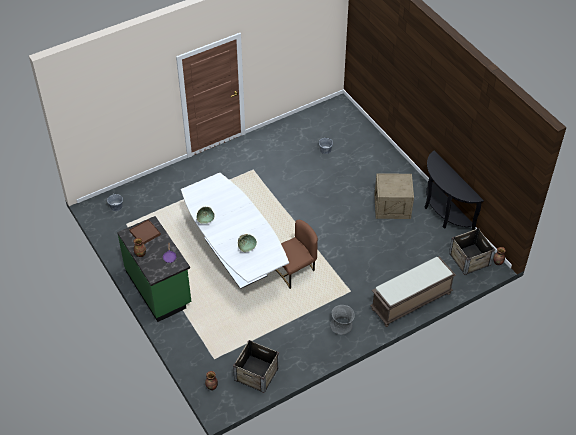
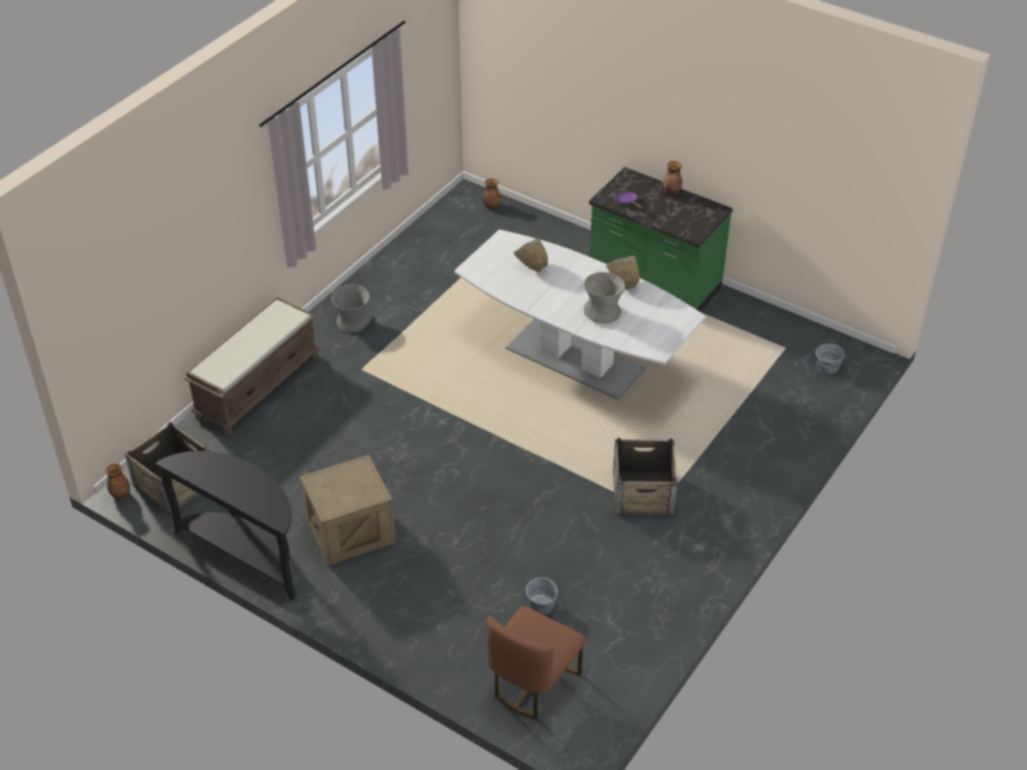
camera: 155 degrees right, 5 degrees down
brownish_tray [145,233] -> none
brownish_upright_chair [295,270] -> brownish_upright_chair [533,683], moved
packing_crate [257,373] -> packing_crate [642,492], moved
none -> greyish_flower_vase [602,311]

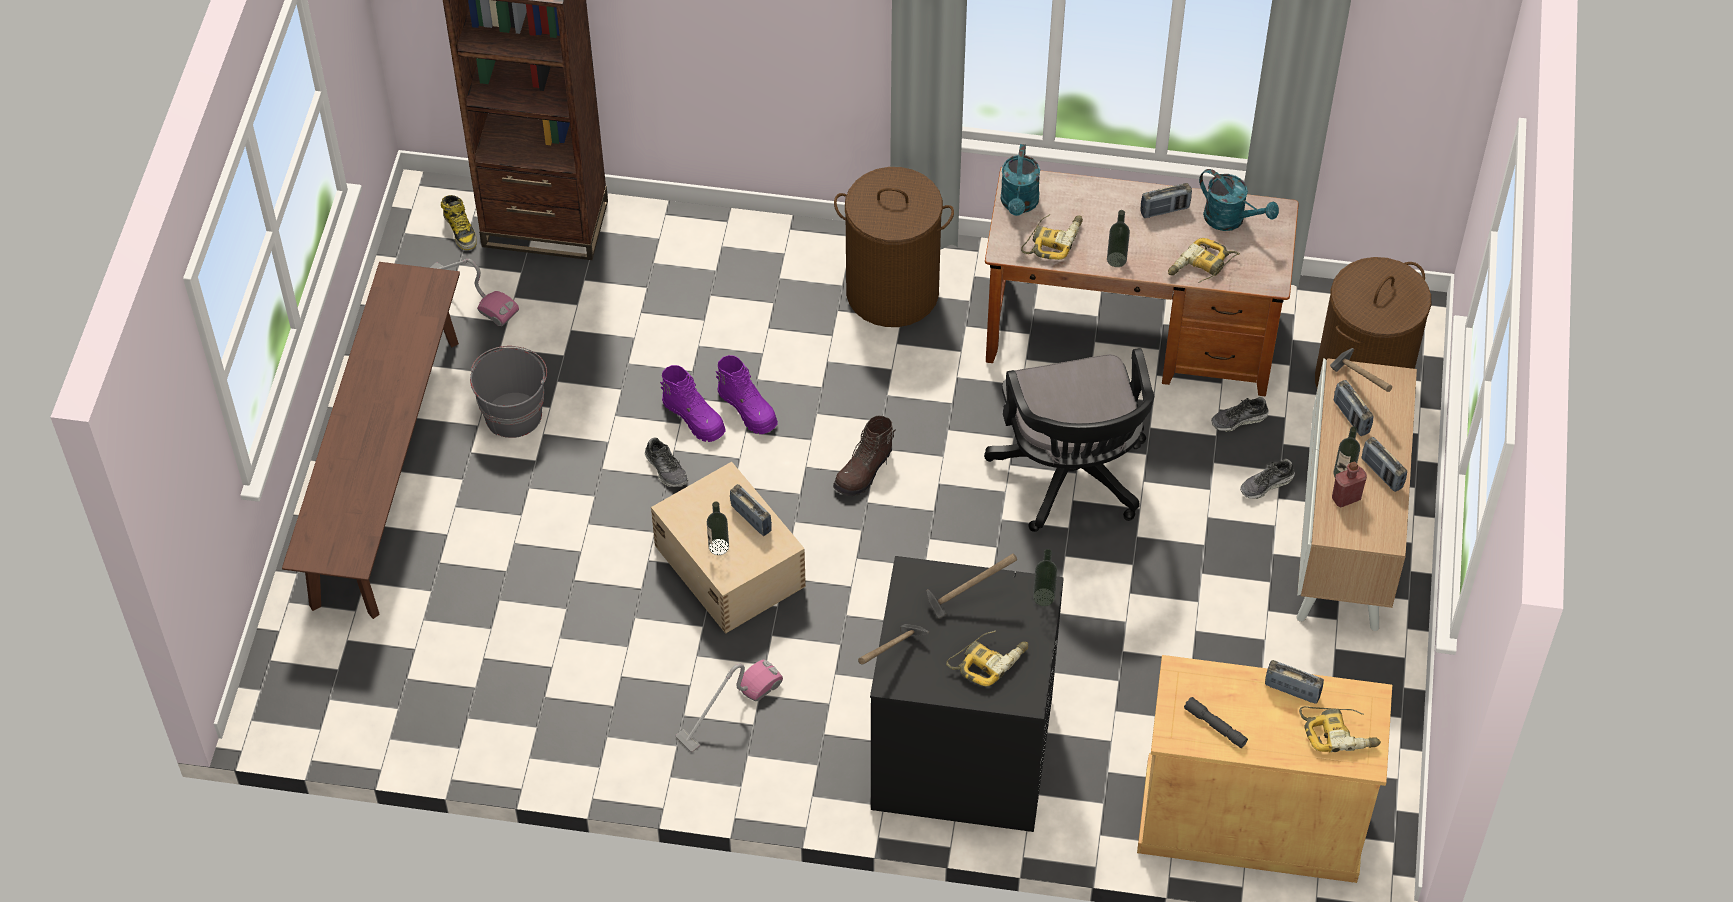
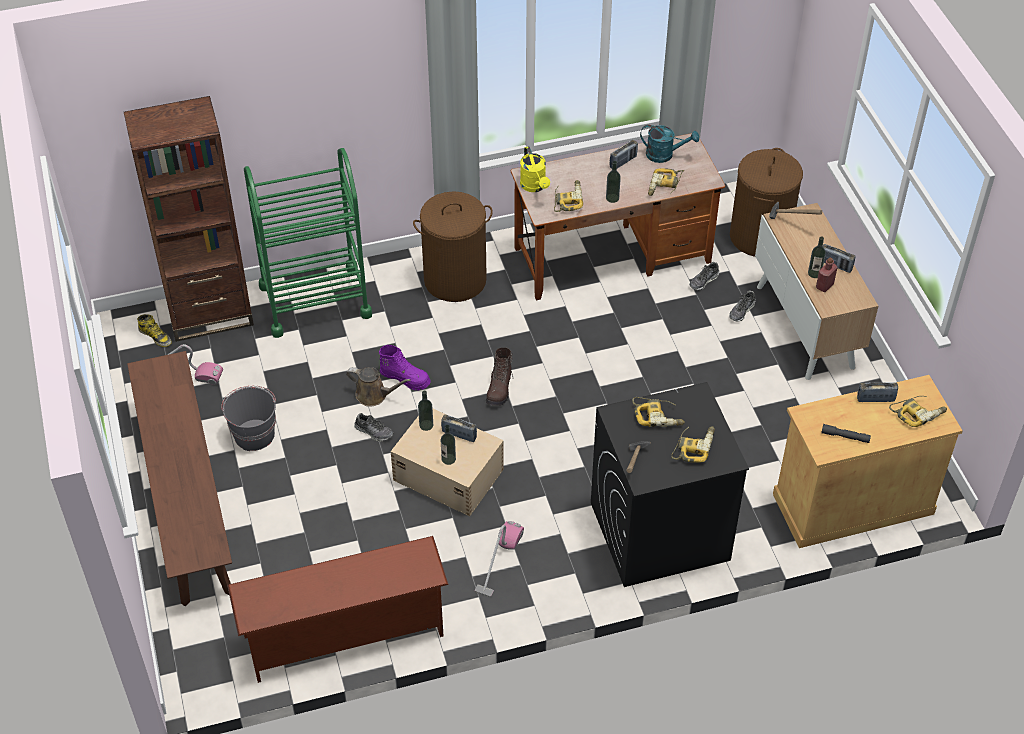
camera: 25 degrees left, 5 degrees down
turquoise_watering_pot [1019,204] -> yellow_watering_pot [535,186]
black_computer_chair [1071,478] -> none
purple_tall_boot [694,418] -> brownish_watering_pot [374,395]
radio_receiver [1351,417] -> none
bottle [1044,597] -> bottle [426,425], moved
hammer [967,599] -> electric_drill [658,416]
none -> greenish_wheeled_cart [315,300]
none -> brownish_shoe_rack [345,637]

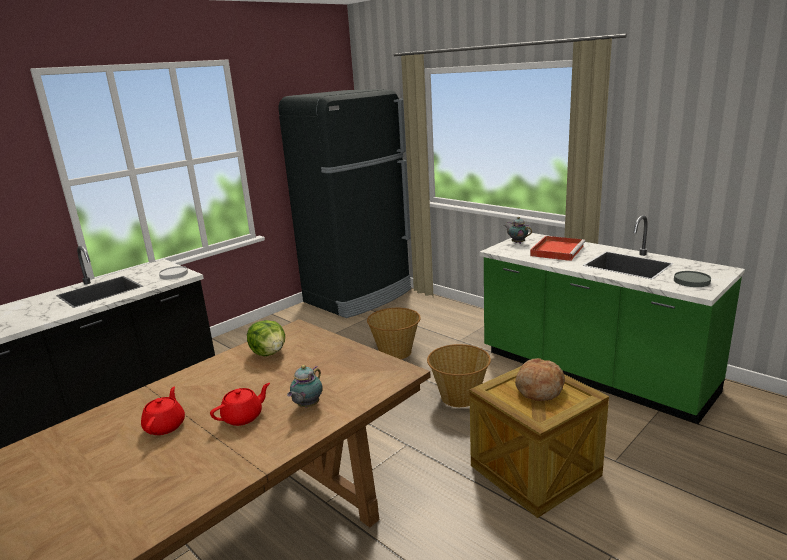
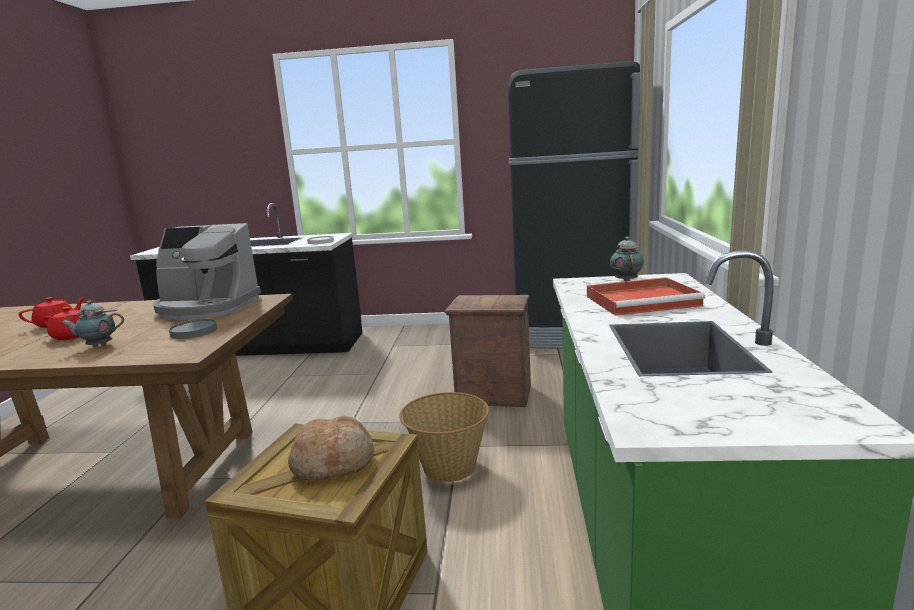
camera: 50 degrees right, 5 degrees down
greyish_flat_dish [691,281] -> greyish_flat_dish [193,331], moved
storage_basket [396,352] -> packing_crate [493,395]
head_of_lettuce [269,353] -> coffee_machine [207,307]

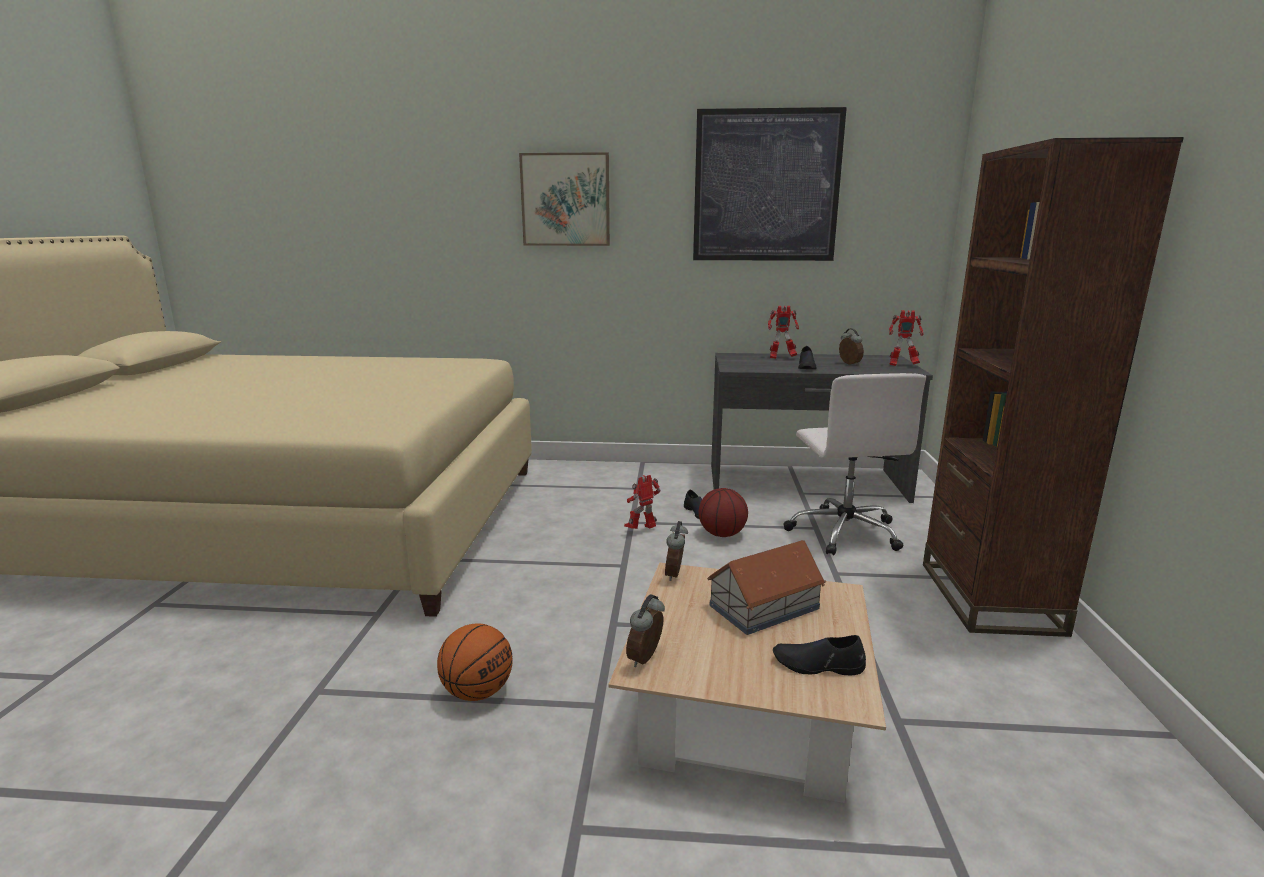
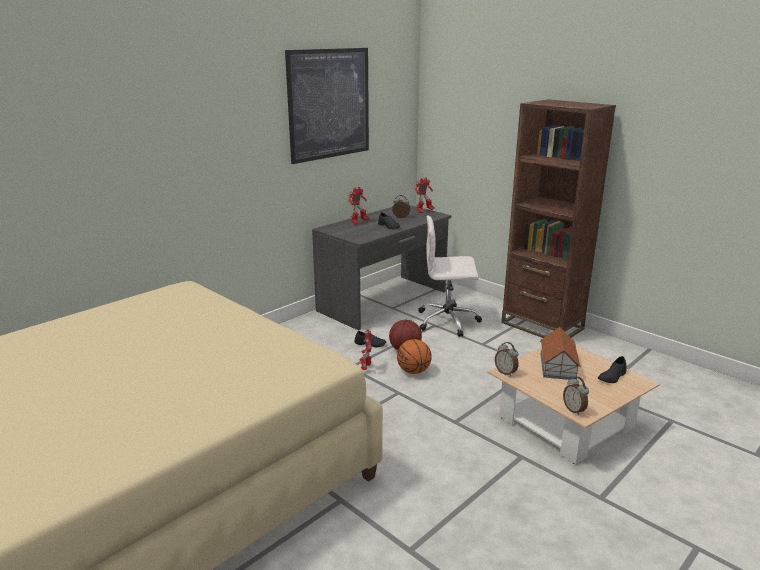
camera: 50 degrees left, 5 degrees up
picture [565,200] -> none
white_computer_chair [844,532] -> white_computer_chair [448,321], 150 degrees clockwise
basketball [478,692] -> basketball [413,371], moved

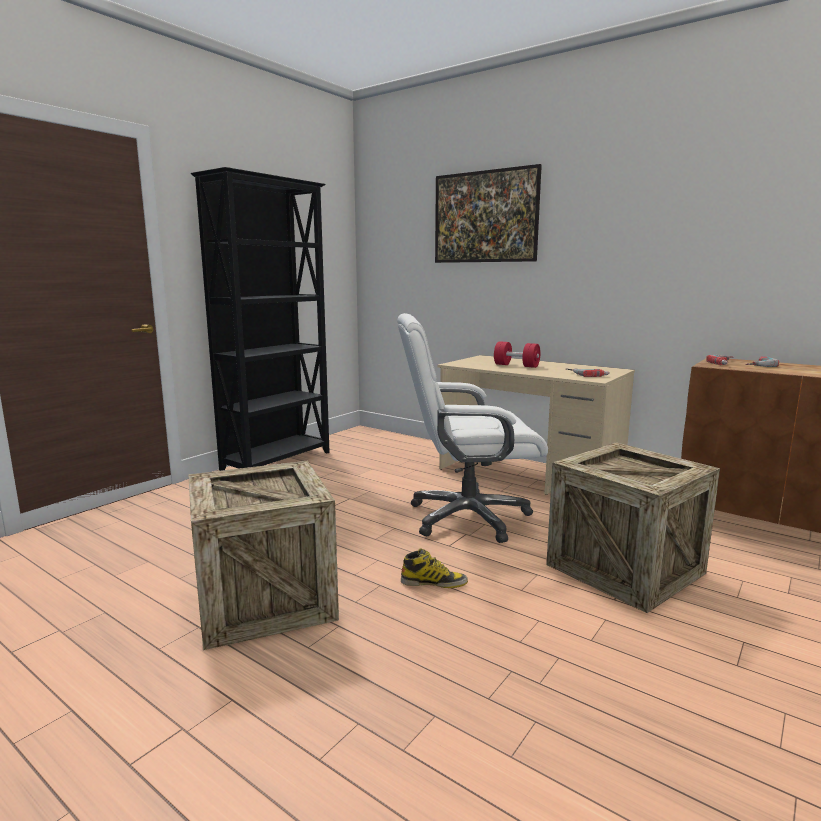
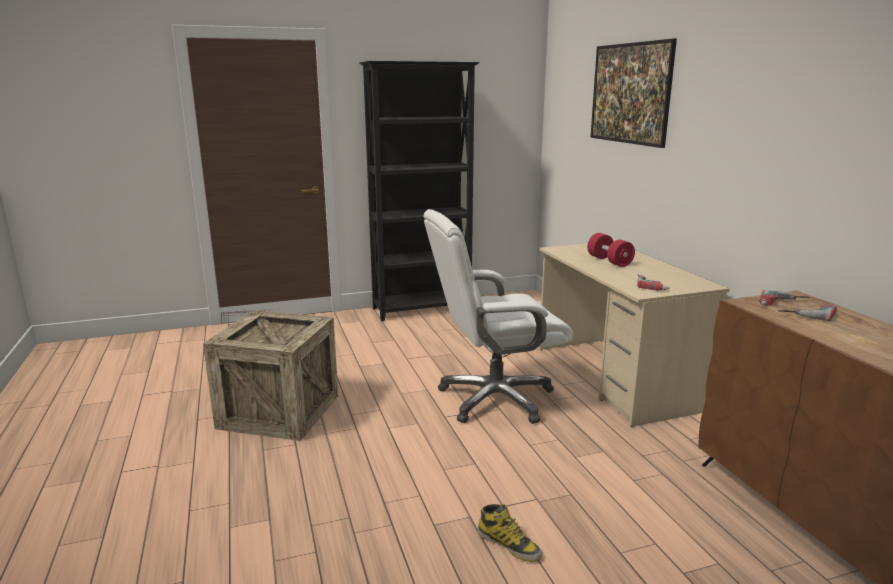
camera: 35 degrees right, 5 degrees up
white_computer_chair [467,517] -> white_computer_chair [494,399], 45 degrees counterclockwise
packing_crate [625,569] -> none
tall_boot [434,582] -> tall_boot [509,544], moved

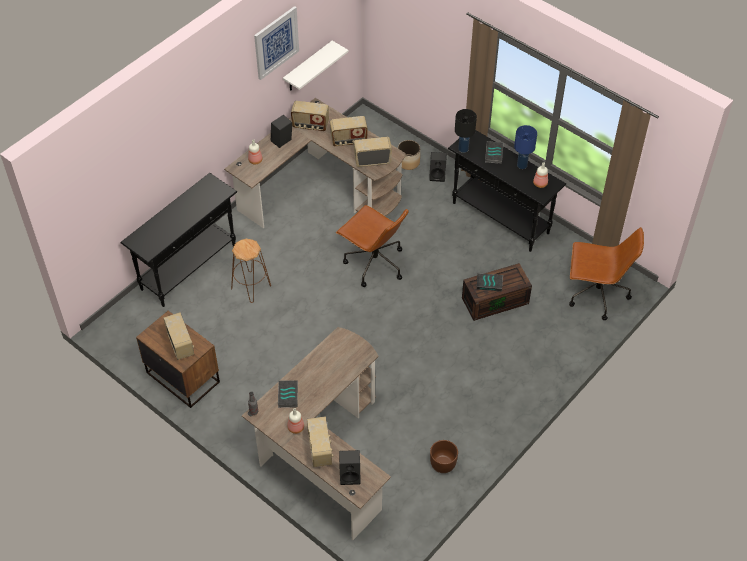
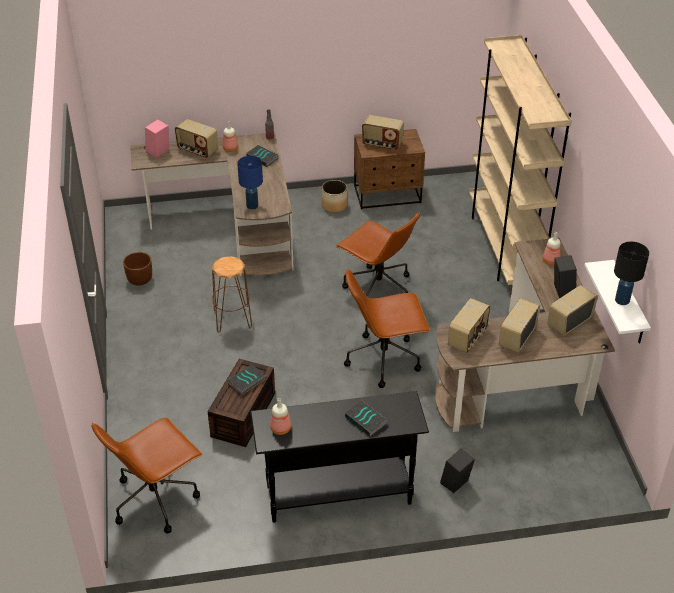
camera: 130 degrees right, 10 degrees down
picture [276,42] -> none
black_lamp_for_a_table [463,148] -> black_lamp_for_a_table [622,300], moved
blue_lamp_for_a_table [522,165] -> blue_lamp_for_a_table [252,206], moved
planter [408,162] -> planter [334,206], moved
black_hall_table [189,268] -> sand-coloured_bookshelf [504,246]
brownish_stool_seat [251,287] -> brownish_stool_seat [232,319], moved
black_audio_speaker [350,475] -> pinkish_audio_speaker [158,152]
none -> brownish_computer_chair [377,288]

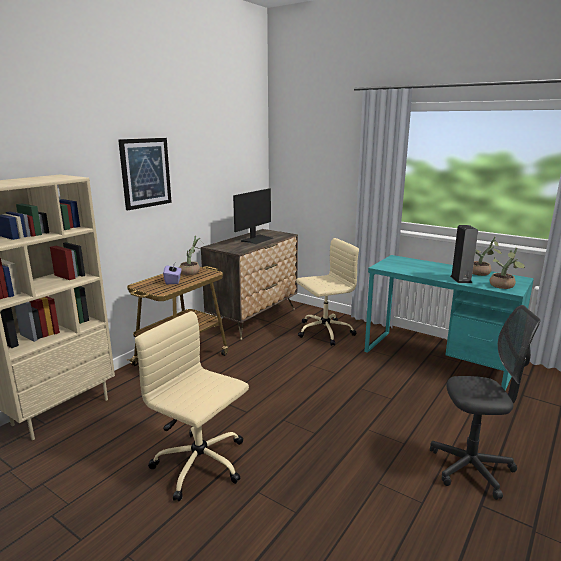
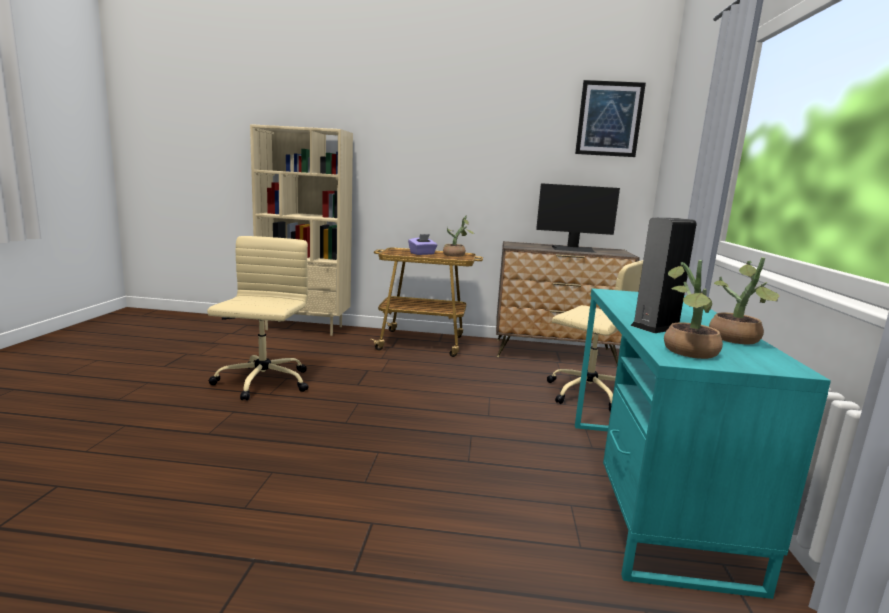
camera: 60 degrees right, 5 degrees down
picture [145,173] -> picture [609,119], moved
greyish_computer_chair [471,468] -> none

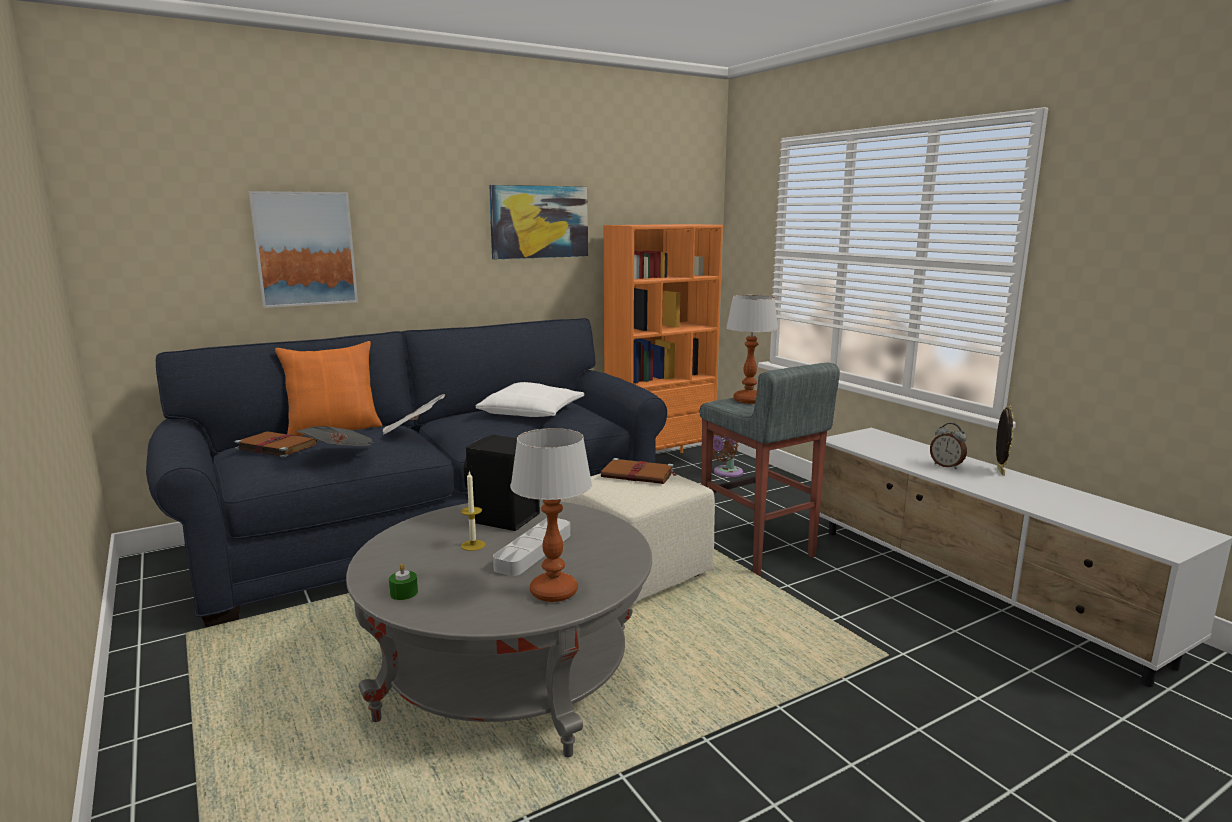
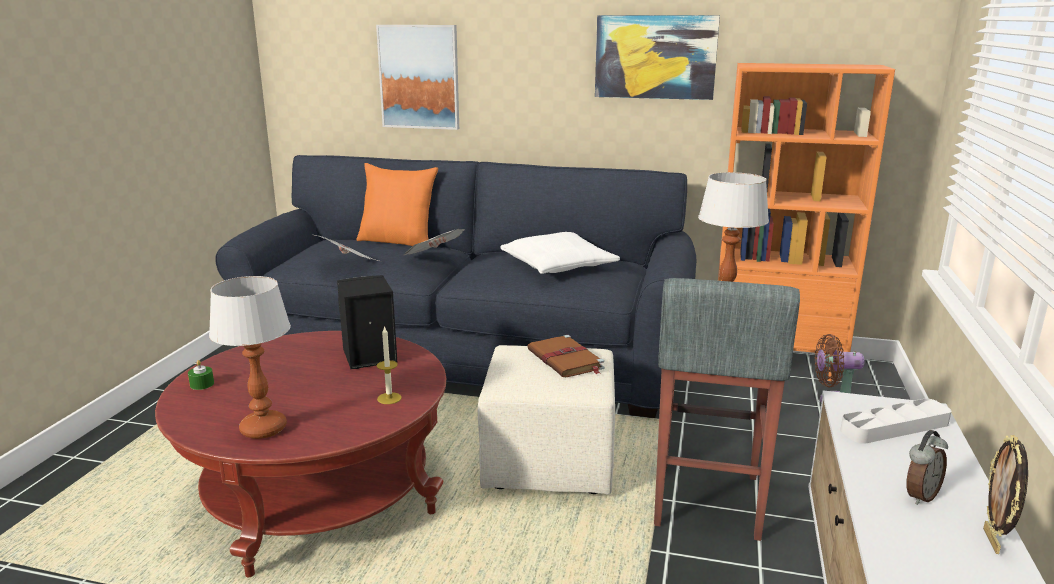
camera: 45 degrees right, 5 degrees up
picture_frame [999,471] -> picture_frame [993,541], 135 degrees clockwise
table_clock [946,466] -> table_clock [919,496], 135 degrees counterclockwise
brownish_volume [275,446] -> none
wax_candle [473,545] -> wax_candle [389,398], moved
greyish_coffee_table [508,677] -> reddish_coffee_table [319,495]
greyish_tray [533,551] -> greyish_tray [894,427], moved

